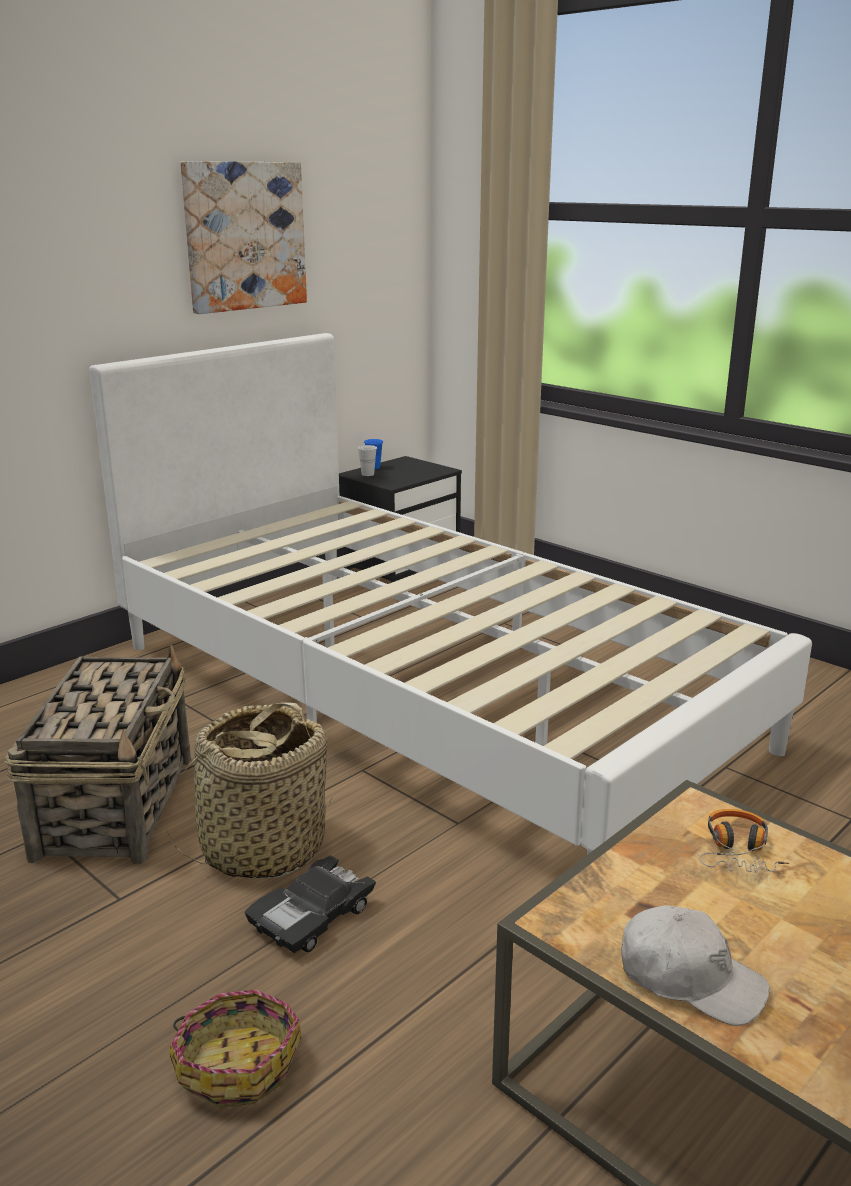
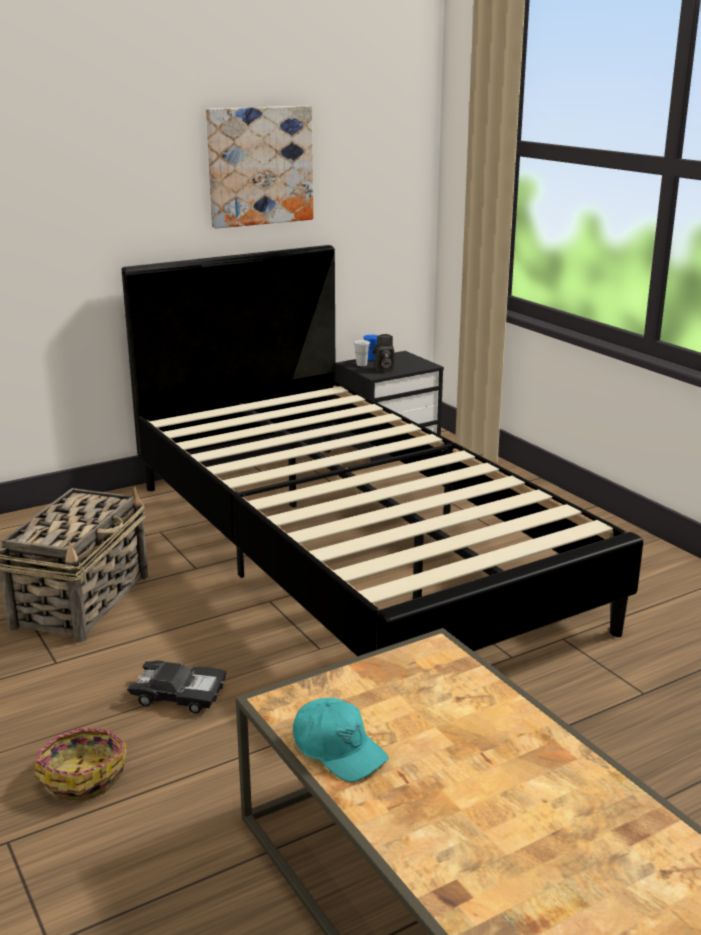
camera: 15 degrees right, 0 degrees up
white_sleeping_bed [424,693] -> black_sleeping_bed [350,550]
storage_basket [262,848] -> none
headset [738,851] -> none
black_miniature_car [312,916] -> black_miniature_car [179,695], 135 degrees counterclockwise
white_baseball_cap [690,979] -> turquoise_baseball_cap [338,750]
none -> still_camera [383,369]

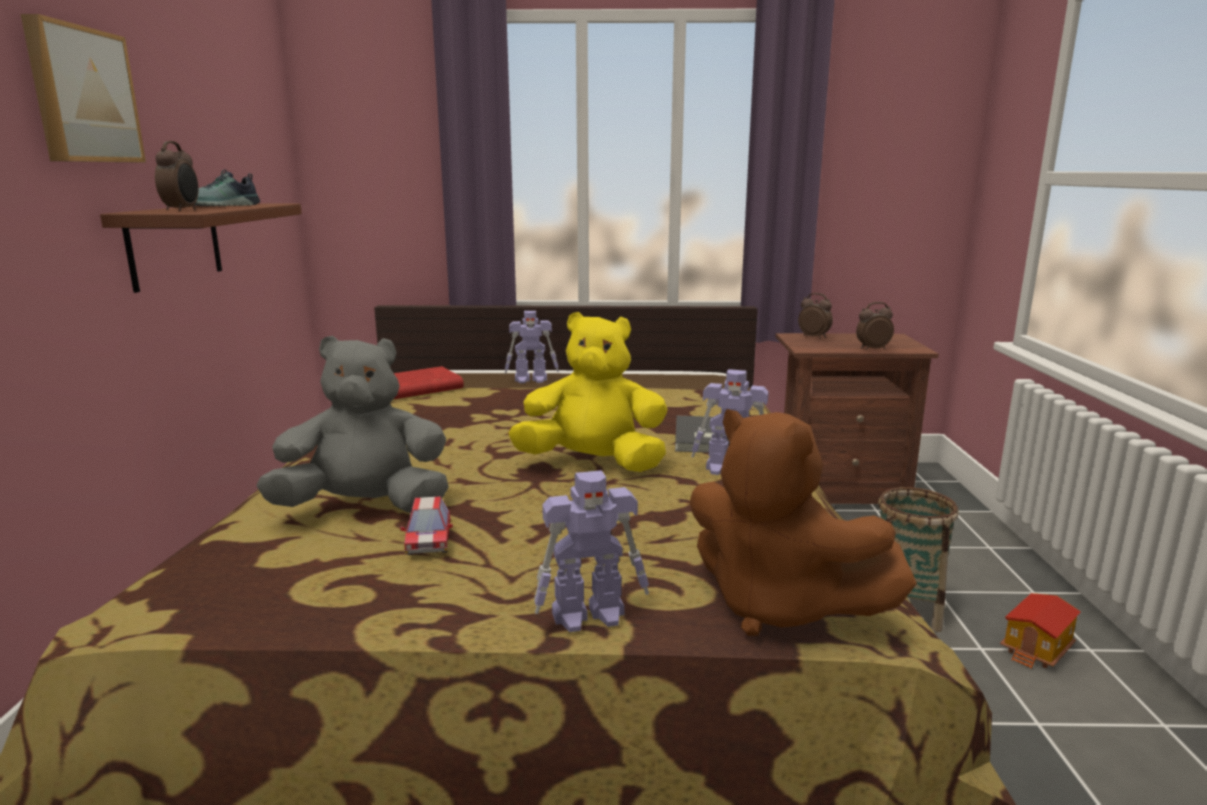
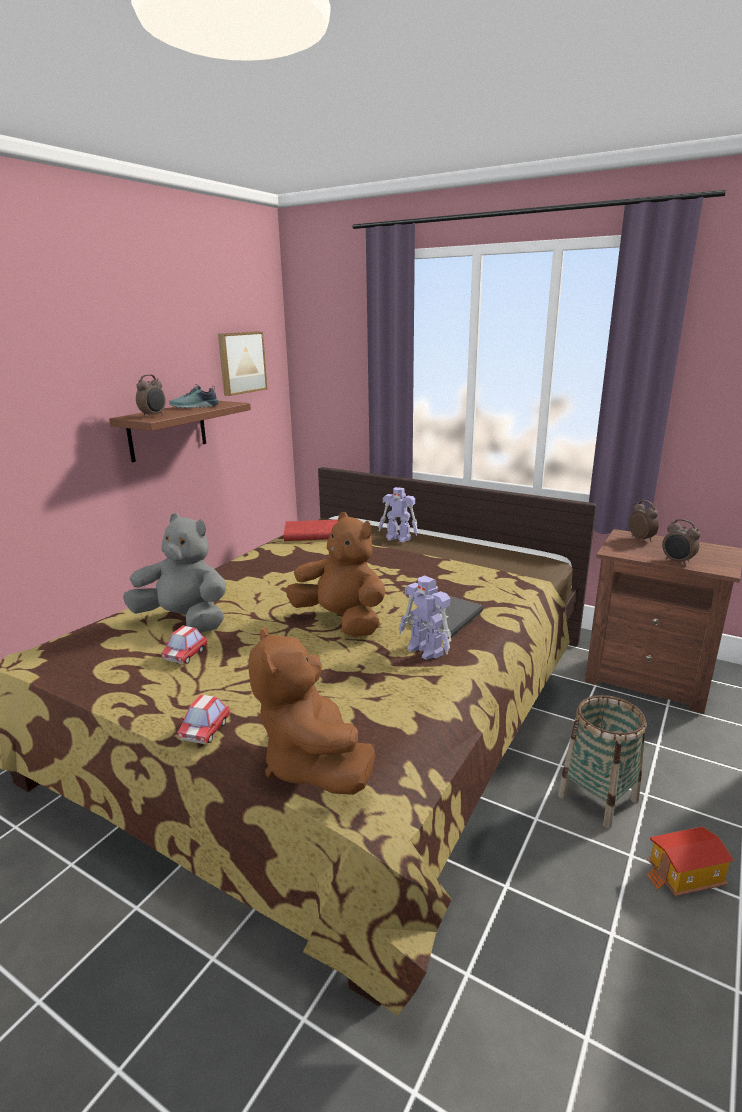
camera: 30 degrees right, 5 degrees up
picture [81,95] -> picture [241,362], moved
table_clock [872,349] -> table_clock [677,562], 150 degrees counterclockwise
yellow_plush_toy [593,463] -> brownish_plush_toy [341,621]
robot_figure [591,615] -> miniature_car [205,730]

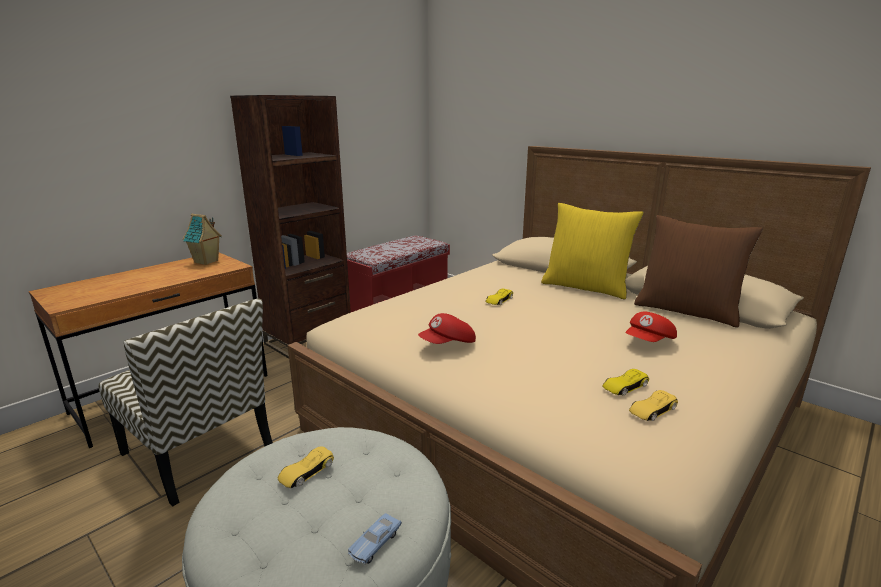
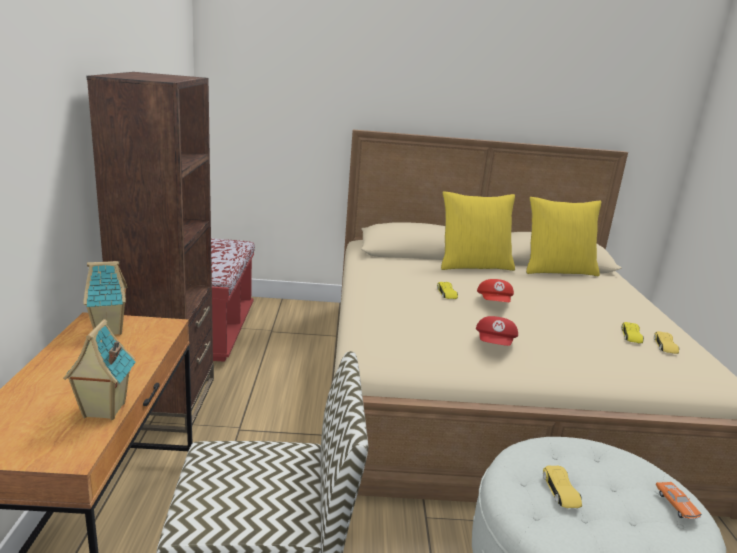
camera: 45 degrees left, 0 degrees up
brownish_pillow [687,310] -> yellow_pillow [557,270]
reddish_baseball_cap [649,342] -> reddish_baseball_cap [494,303], moved
blue_miniature_car [375,543] -> orange_miniature_car [676,505]
none -> miniature_house [103,411]

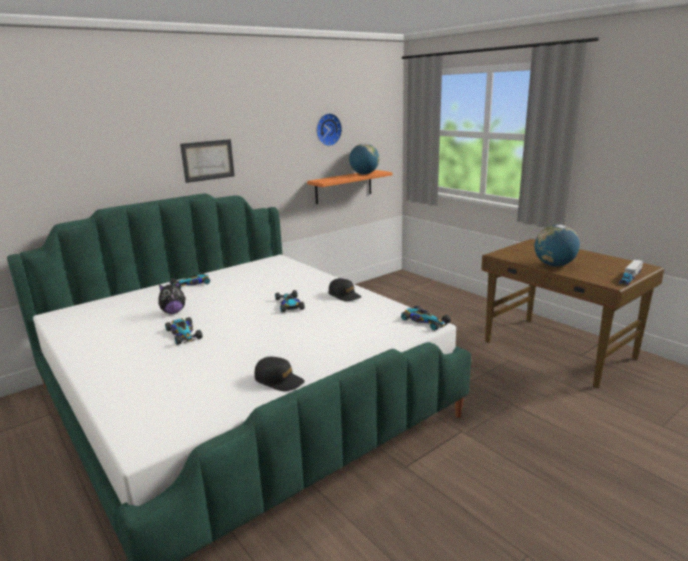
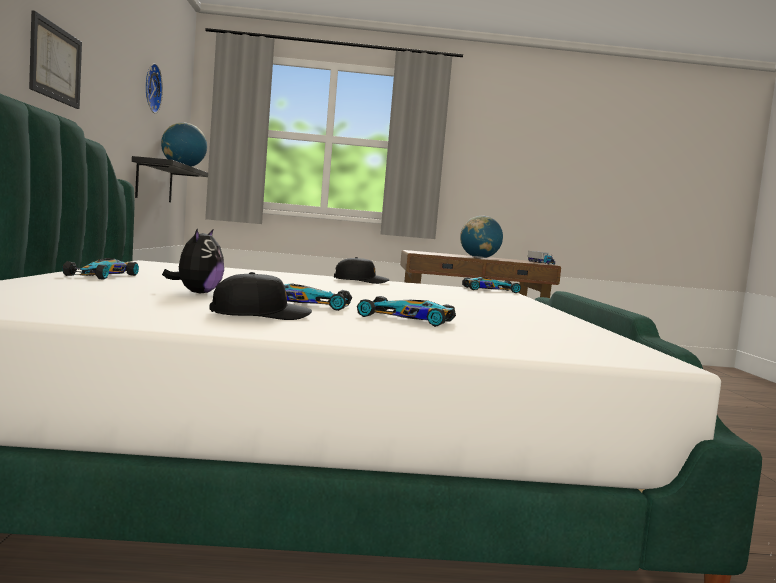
camera: 55 degrees left, 15 degrees down
orange_wall_shelf [344,187] -> black_wall_shelf [154,181]
miniature_car [289,305] -> miniature_car [408,319], moved
black_baseball_cap [279,380] -> black_baseball_cap [260,315], moved

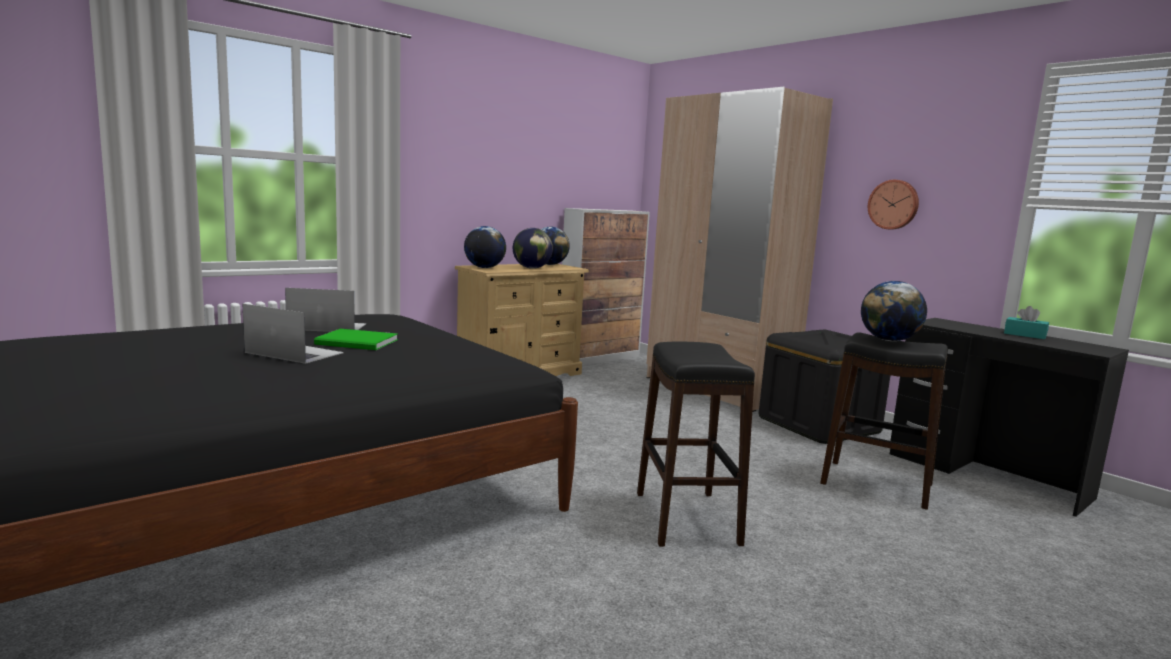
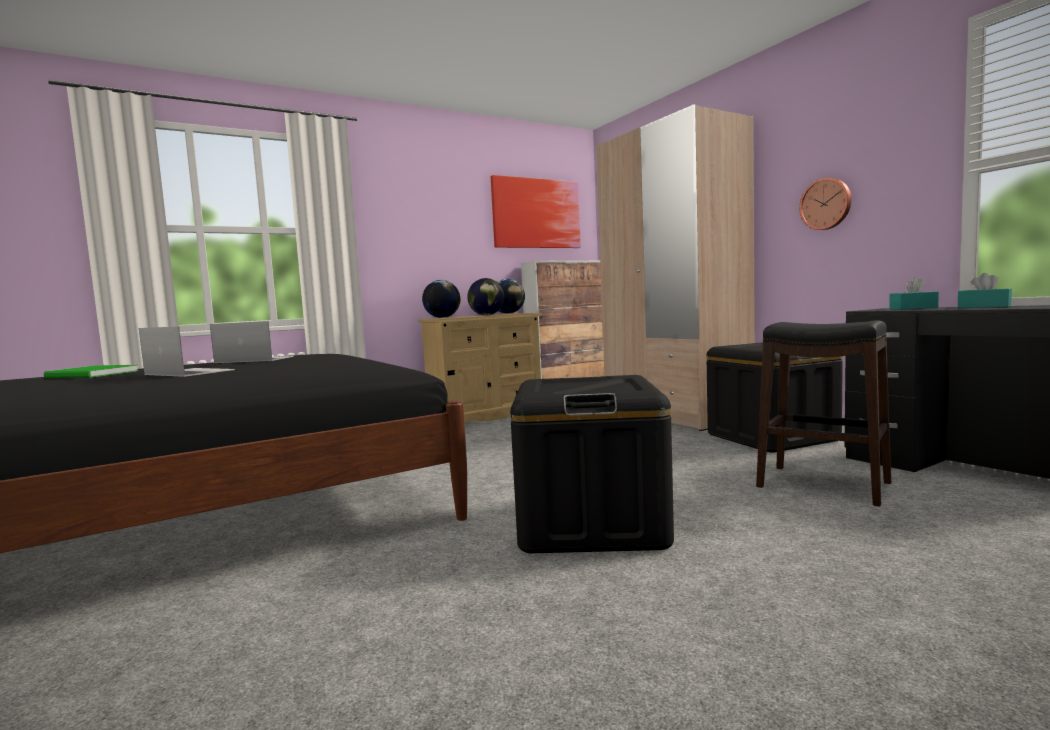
camera: 10 degrees right, 5 degrees down
desk_globe [889,340] -> none
greenish_volume [358,342] -> greenish_volume [92,374], moved
black_stool_seat [687,518] -> black_storage_box [591,523]
none -> picture [536,213]
none -> turquoise_box_of_tissues [913,308]

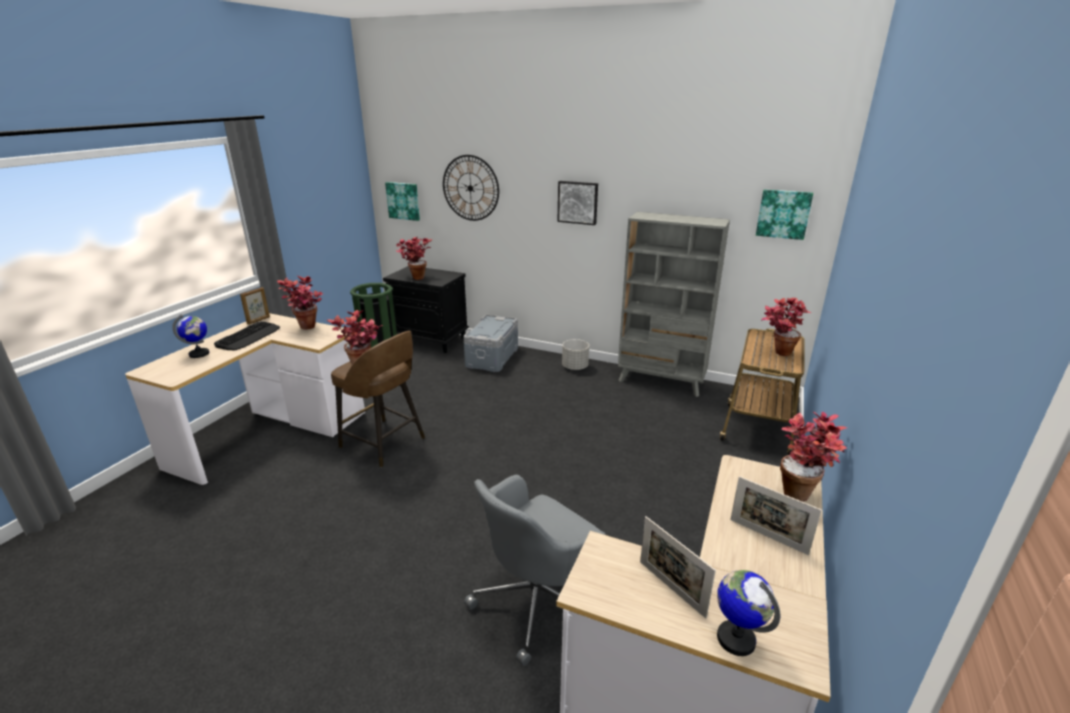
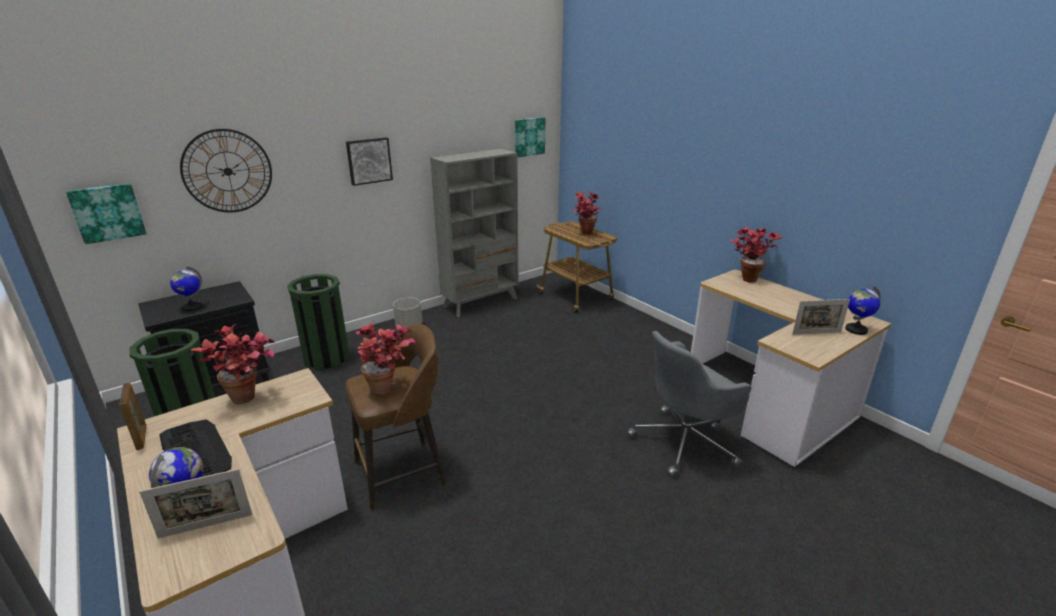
camera: 60 degrees left, 0 degrees up
houseplant [415,277] -> desk_globe [192,307]
greyish_storage_box [493,358] -> greenish_waste_bin [327,358]
greyish_computer_chair [538,601] -> greyish_computer_chair [685,443], 75 degrees clockwise
picture_frame [768,536] -> picture_frame [206,526], moved

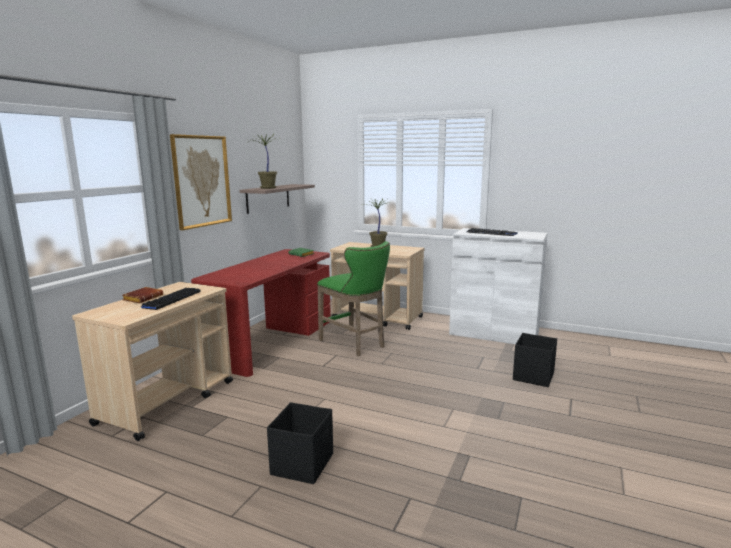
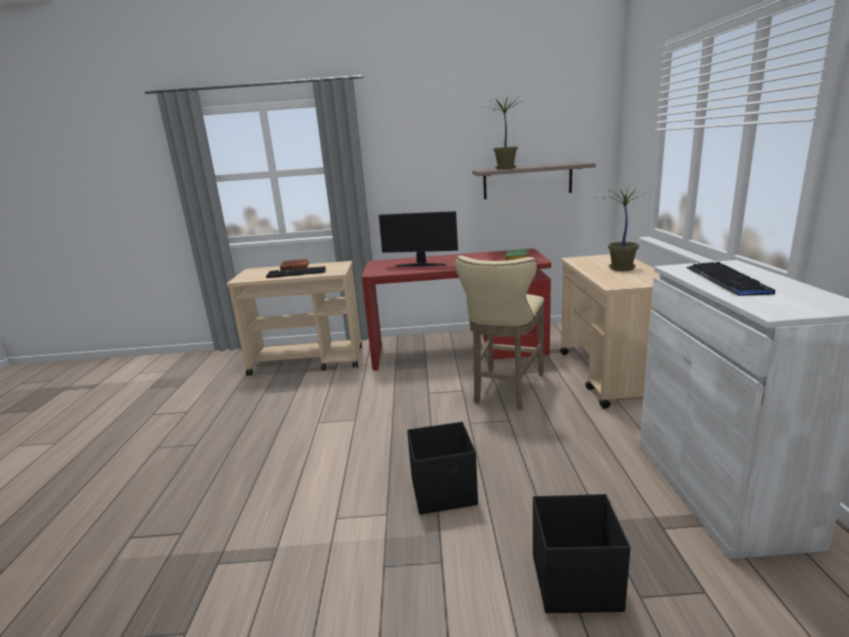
camera: 65 degrees right, 5 degrees up
picture [201,181] -> none
greenish_stool_seat [354,344] -> sand-coloured_stool_seat [505,390]
black_storage_box [303,464] -> black_storage_box [444,492], moved
none -> computer_display [421,265]

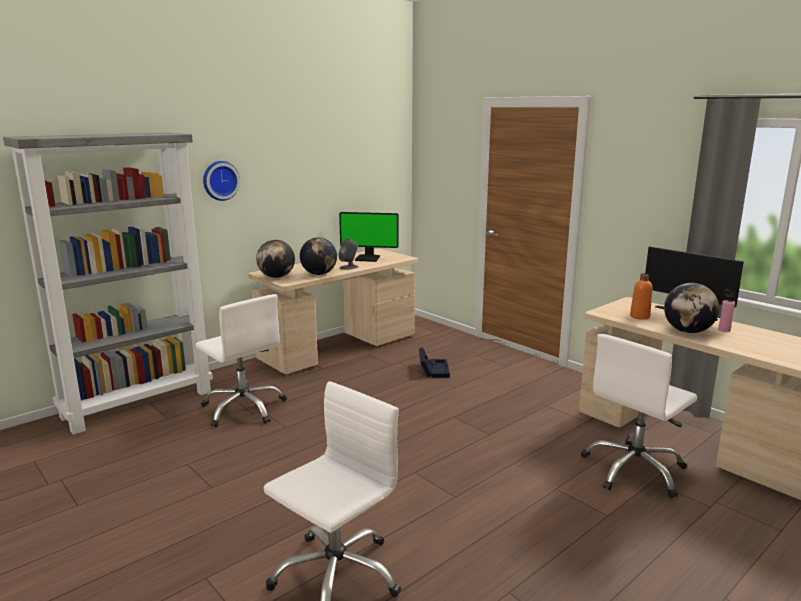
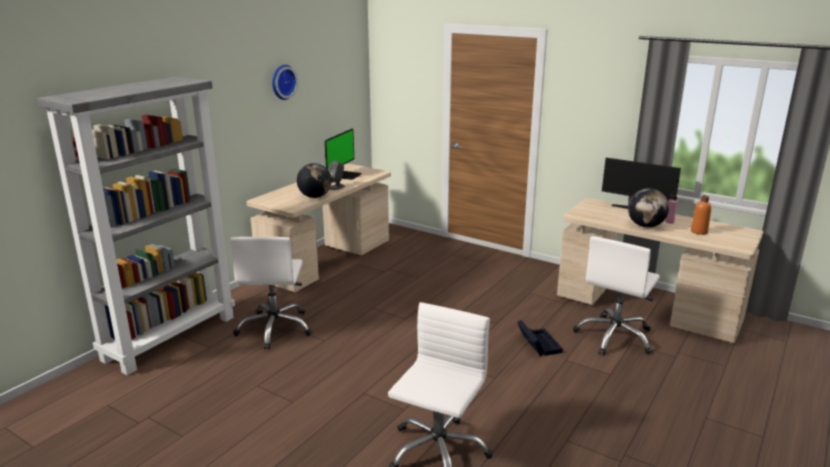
camera: 15 degrees left, 5 degrees up
clock_on_the_wall [220,180] -> clock_on_the_wall [282,82], moved
computer_display [368,258] -> computer_display [346,175], 60 degrees counterclockwise
desk_globe [276,277] -> none
orange_bottle [639,316] -> orange_bottle [699,232], moved
white_computer_chair [244,408] -> white_computer_chair [275,329], 60 degrees clockwise
black_storage_box [433,369] -> black_storage_box [537,344], moved

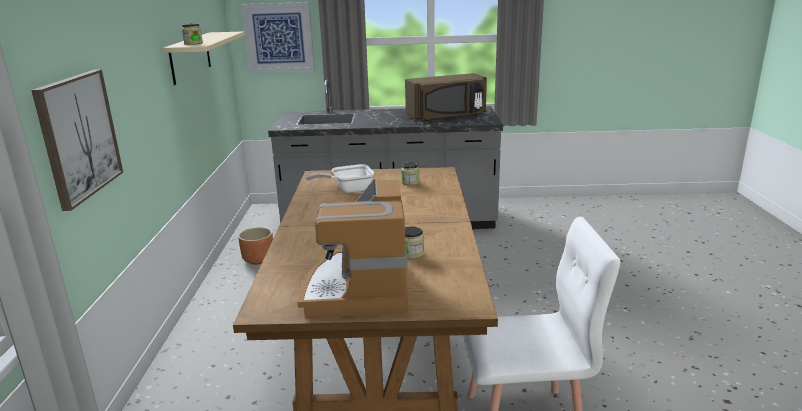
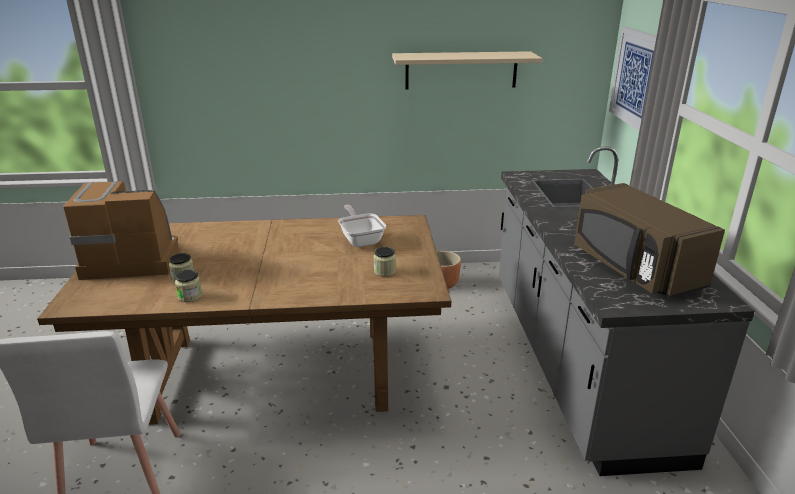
camera: 85 degrees right, 5 degrees up
storage_jar [193,43] -> storage_jar [190,296], moved
picture [78,136] -> none

